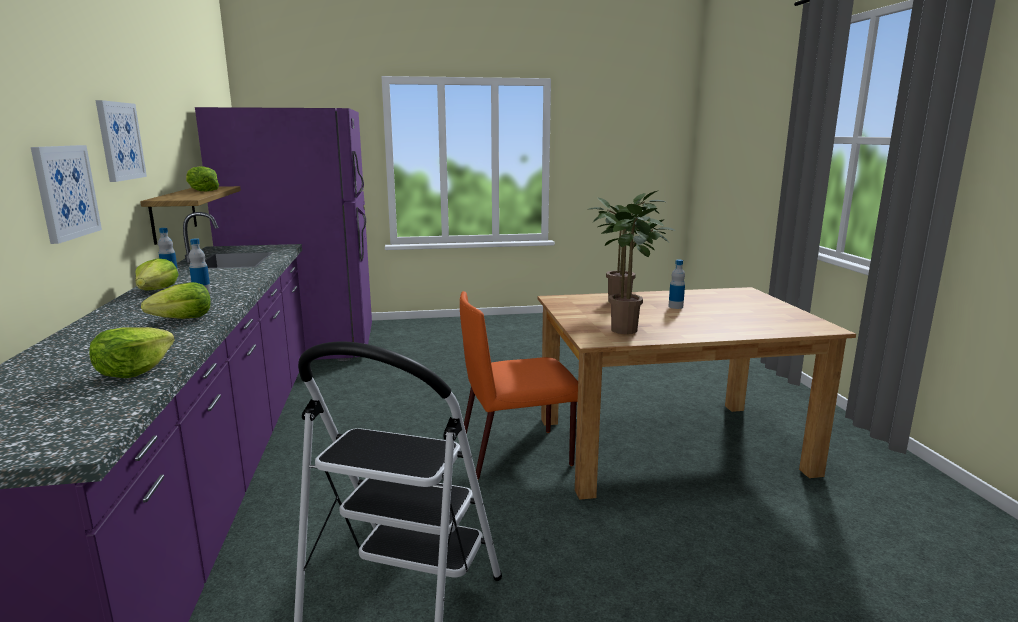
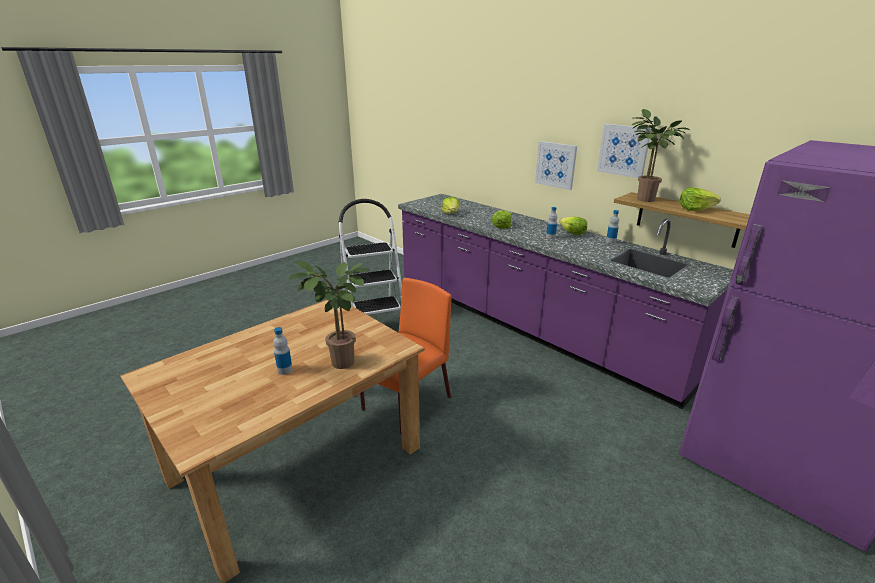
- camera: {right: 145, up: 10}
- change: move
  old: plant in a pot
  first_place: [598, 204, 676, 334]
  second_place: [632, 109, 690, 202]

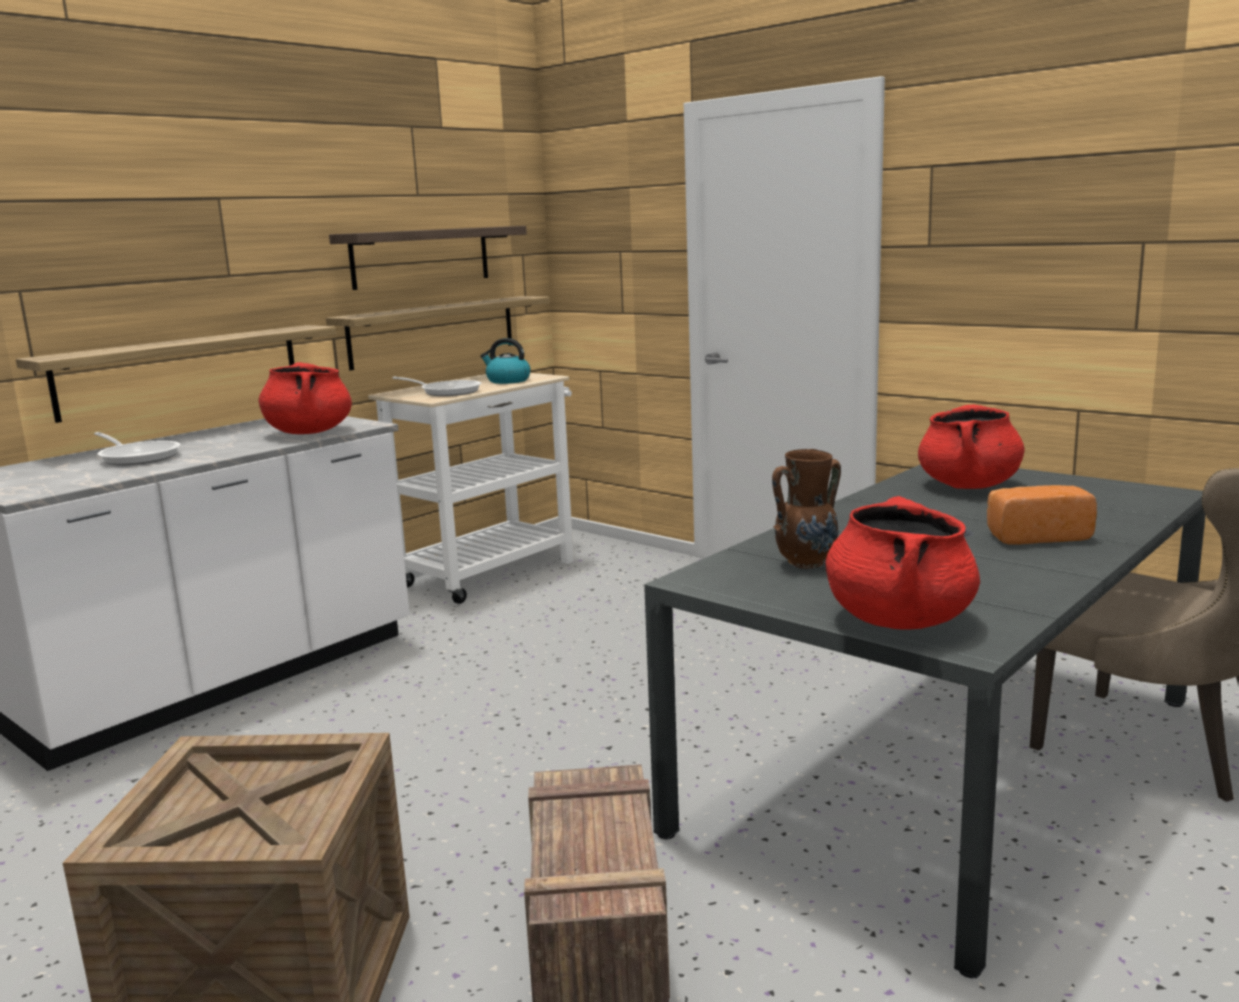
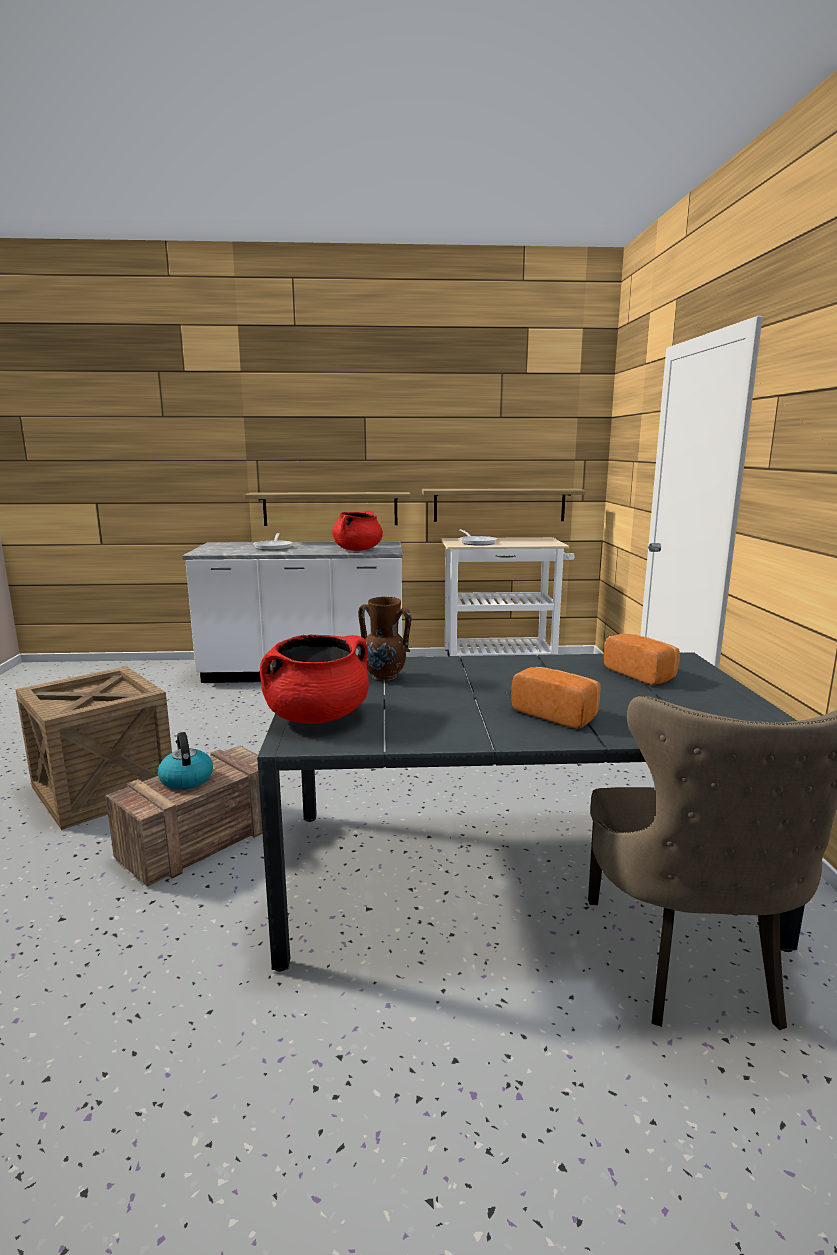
- camera: {right: 45, up: 0}
- change: delete
  old: wall shelf
  first_place: [329, 226, 527, 290]
- change: move
  old: water kettle
  first_place: [480, 338, 531, 384]
  second_place: [158, 732, 213, 790]
- change: replace
  old: reddish cooking pot
  new: baked bread
  first_place: [918, 405, 1025, 489]
  second_place: [604, 633, 680, 685]

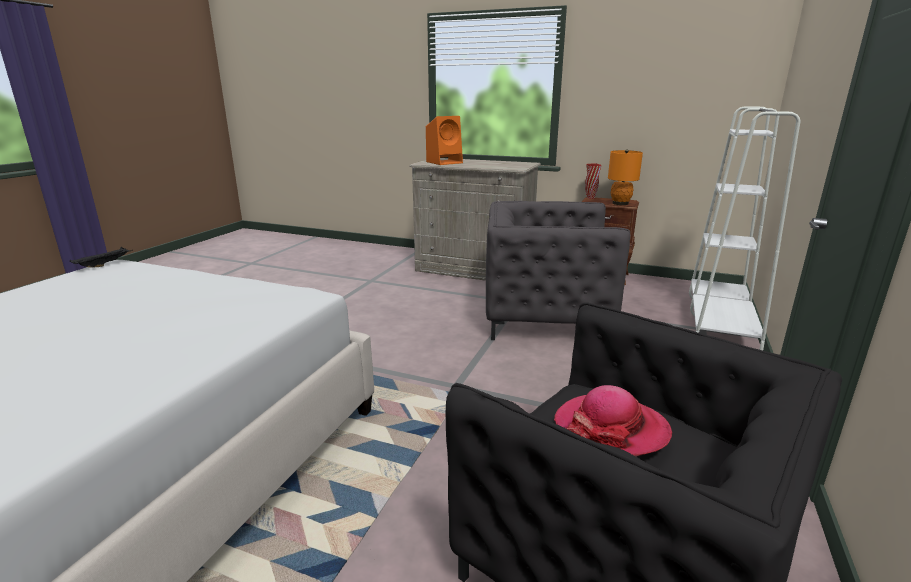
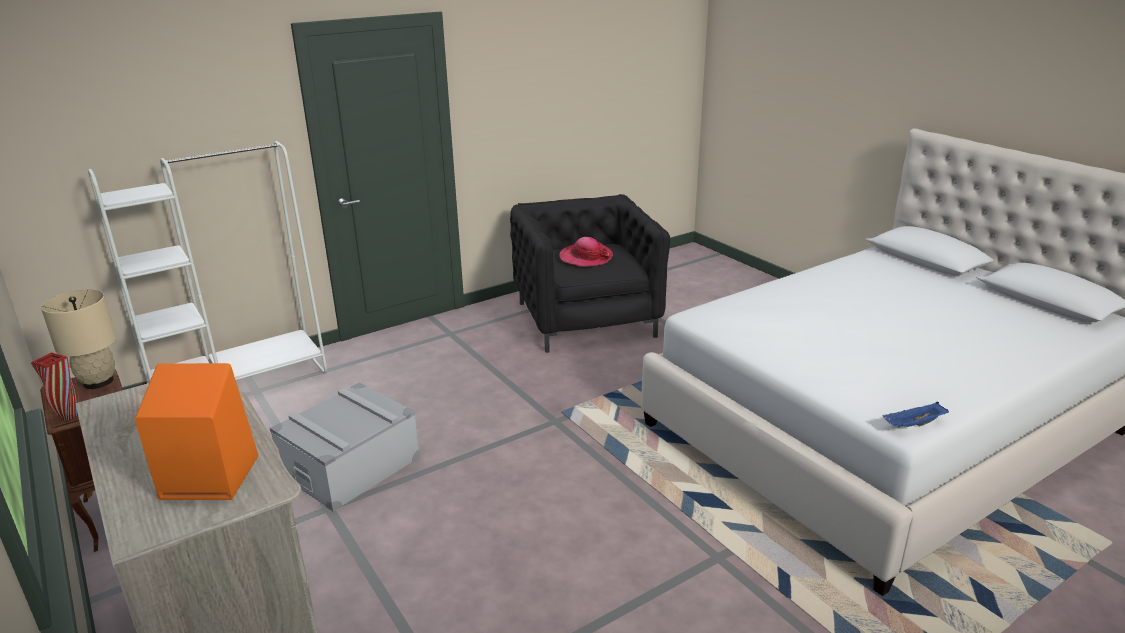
- camera: {right: -145, up: 5}
- change: recolor
  old: orangey tabletop lamp
  new: beige-coloured tabletop lamp
  first_place: [608, 149, 643, 205]
  second_place: [41, 289, 116, 389]
- change: replace
  old: greyish easy chair
  new: greyish storage container
  first_place: [486, 201, 630, 340]
  second_place: [270, 382, 420, 512]
- change: recolor
  old: black serving tray
  new: blue serving tray
  first_place: [70, 247, 133, 268]
  second_place: [883, 402, 949, 427]

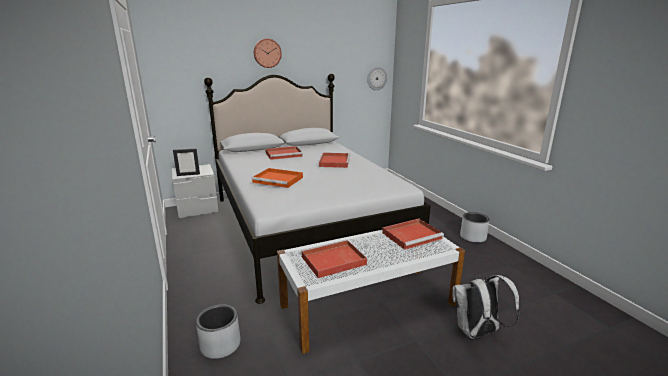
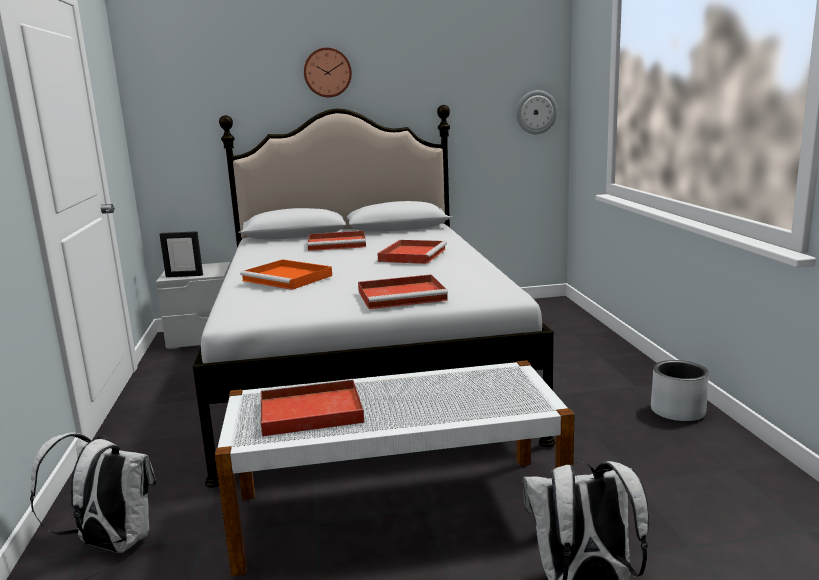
- camera: {right: 15, up: -5}
- change: move
  old: reddish serving tray
  first_place: [382, 218, 444, 250]
  second_place: [358, 274, 448, 309]
- change: replace
  old: greyish flower pot
  new: white-coloured backpack
  first_place: [196, 304, 240, 359]
  second_place: [30, 432, 156, 553]

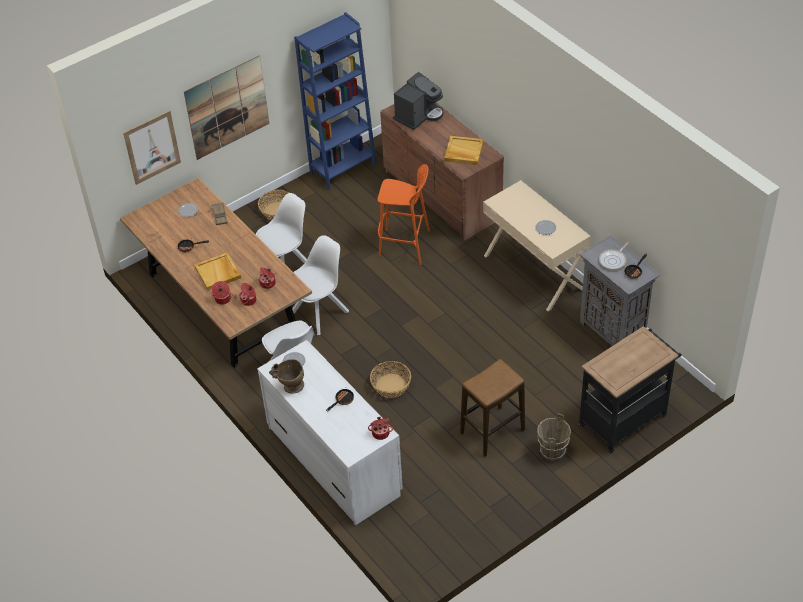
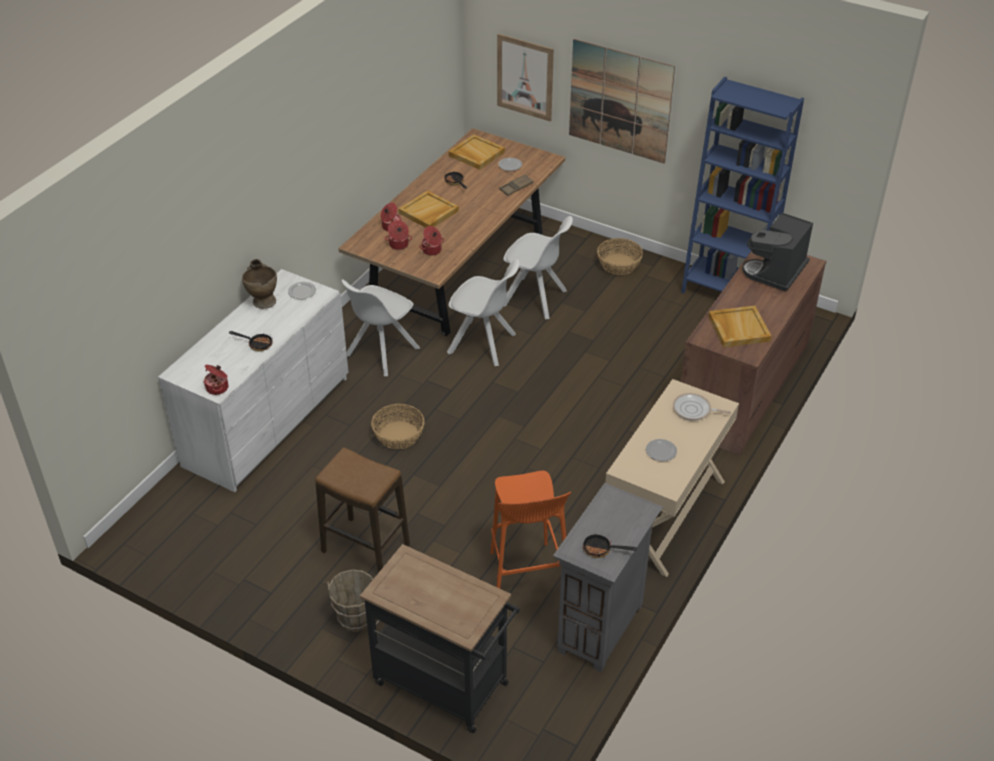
- camera: {right: 65, up: -5}
- change: rotate
  old: coffee brewer
  first_place: [393, 72, 443, 130]
  second_place: [742, 212, 813, 292]
  degrees: 105
- change: move
  old: orangey sitting stool
  first_place: [377, 164, 430, 265]
  second_place: [490, 471, 571, 589]
- change: move
  old: skillet
  first_place: [599, 242, 629, 270]
  second_place: [673, 393, 731, 421]
- change: insert
  new: beige-coloured serving tray
  second_place: [448, 134, 505, 170]

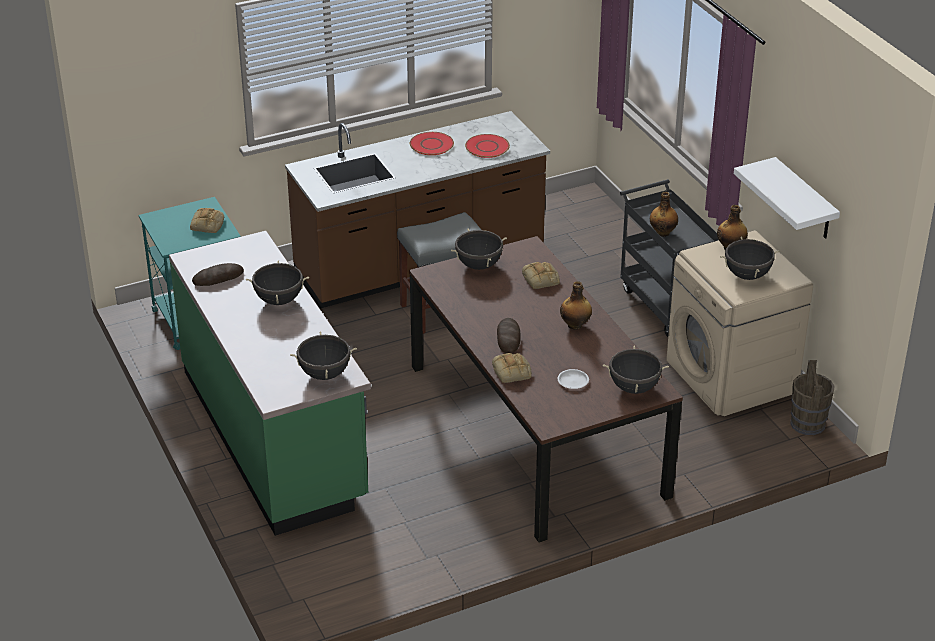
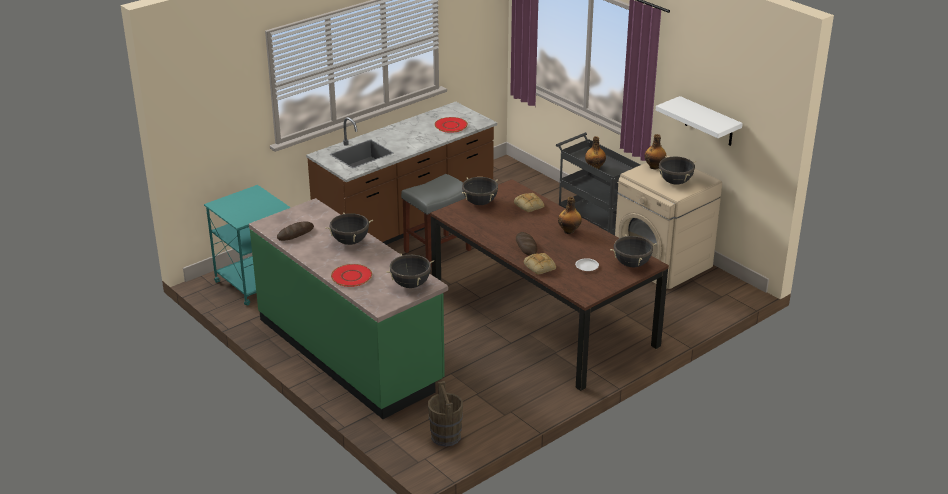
- camera: {right: -15, up: -5}
- change: move
  old: reddish dinner plate
  first_place: [410, 132, 454, 155]
  second_place: [331, 264, 372, 287]
- change: delete
  old: baked bread
  first_place: [190, 208, 224, 233]
- change: move
  old: brownish pail
  first_place: [790, 360, 835, 435]
  second_place: [428, 381, 463, 447]

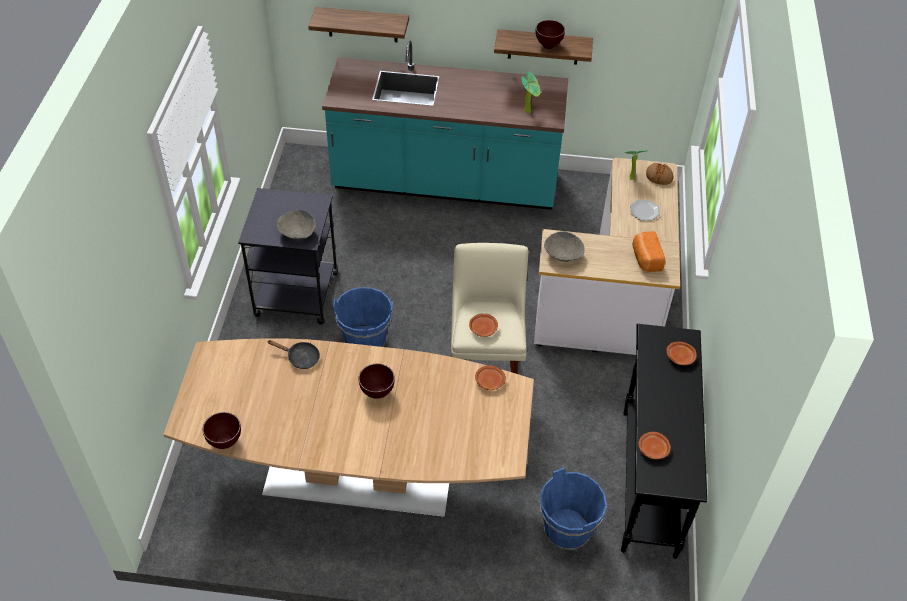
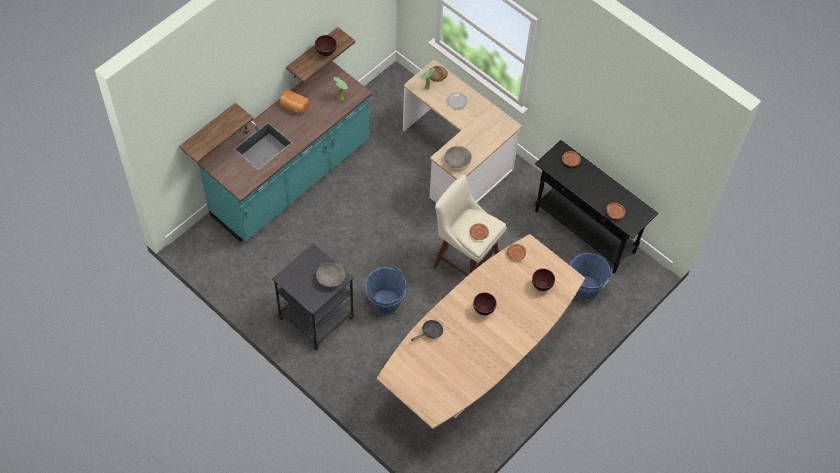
- camera: {right: -55, up: 10}
- change: move
  old: baked bread
  first_place: [632, 231, 665, 272]
  second_place: [280, 89, 310, 114]
- change: move
  old: brownish bowl
  first_place: [203, 412, 241, 449]
  second_place: [532, 268, 555, 291]

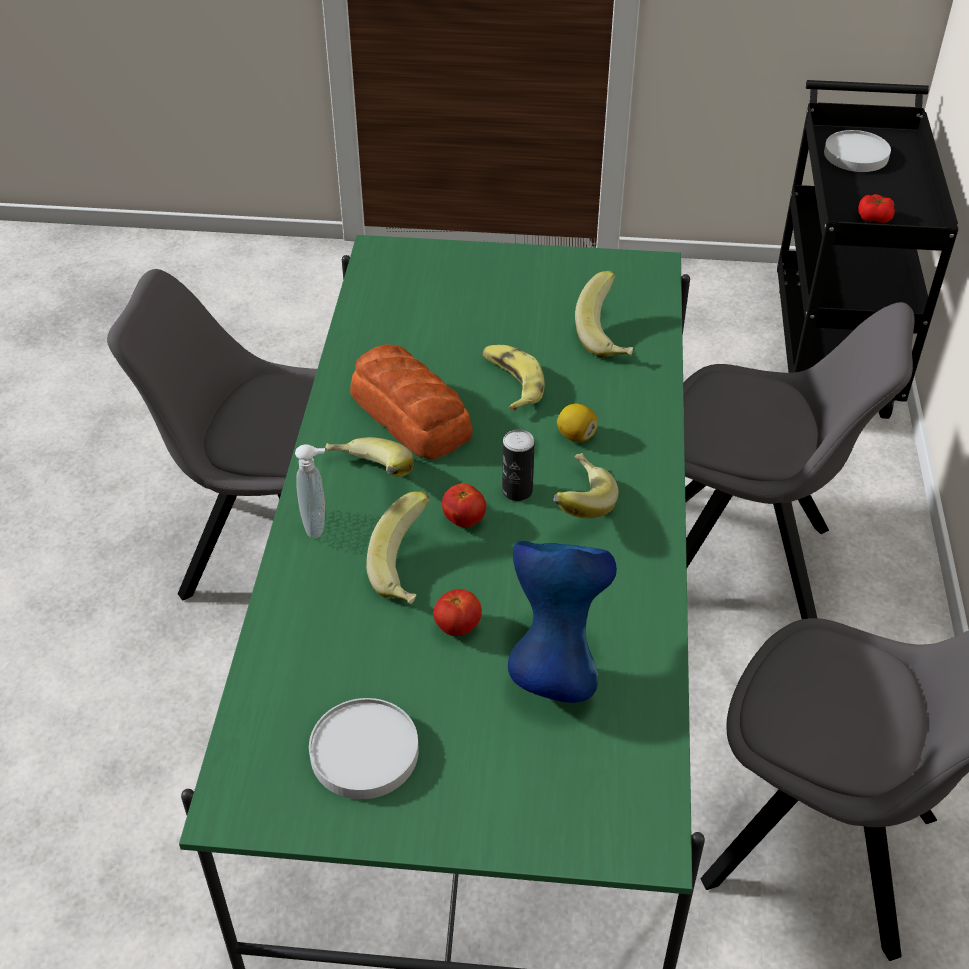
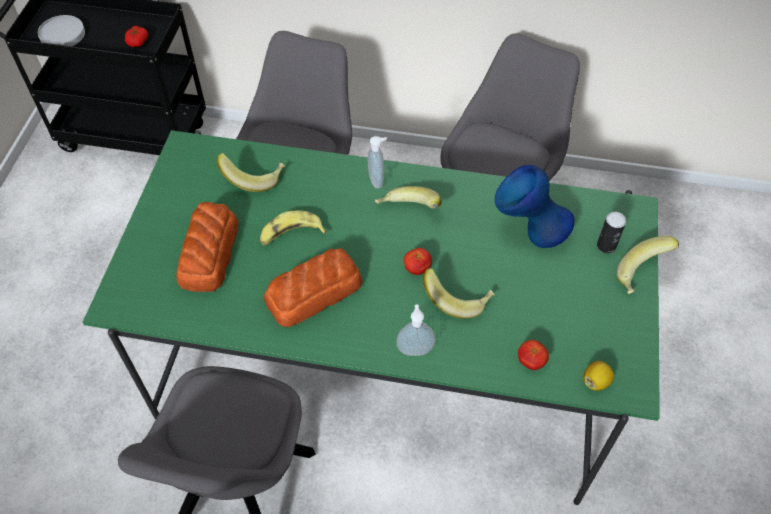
- camera: {right: -85, up: 10}
- change: move
  old: citrus fruit
  first_place: [557, 404, 598, 442]
  second_place: [584, 361, 614, 391]
- change: move
  old: sealed can
  first_place: [502, 429, 535, 501]
  second_place: [597, 212, 626, 253]
- change: move
  old: banana fruit
  first_place: [325, 437, 414, 477]
  second_place: [617, 236, 679, 294]
- change: move
  old: whole tomato
  first_place: [433, 589, 482, 636]
  second_place: [518, 340, 549, 370]
- change: delete
  old: white-coloured dinner plate
  first_place: [309, 698, 419, 799]
- change: insert
  new: soap bottle
  second_place: [368, 136, 387, 189]
- change: insert
  new: baked bread
  second_place: [176, 202, 238, 292]

